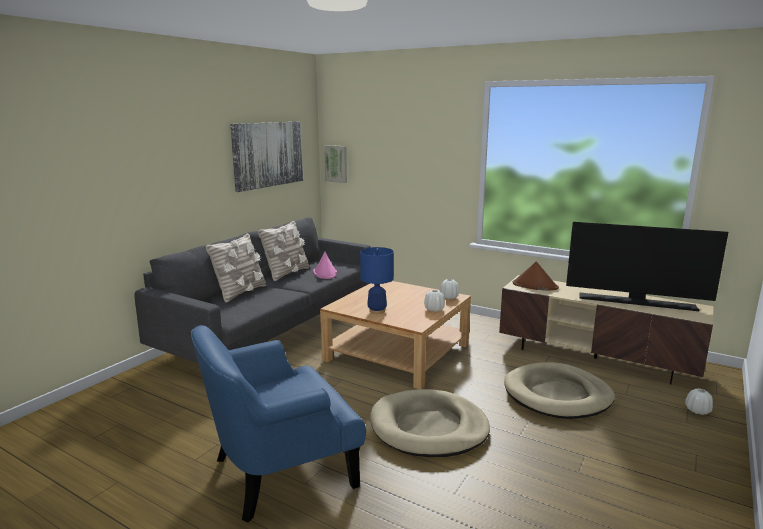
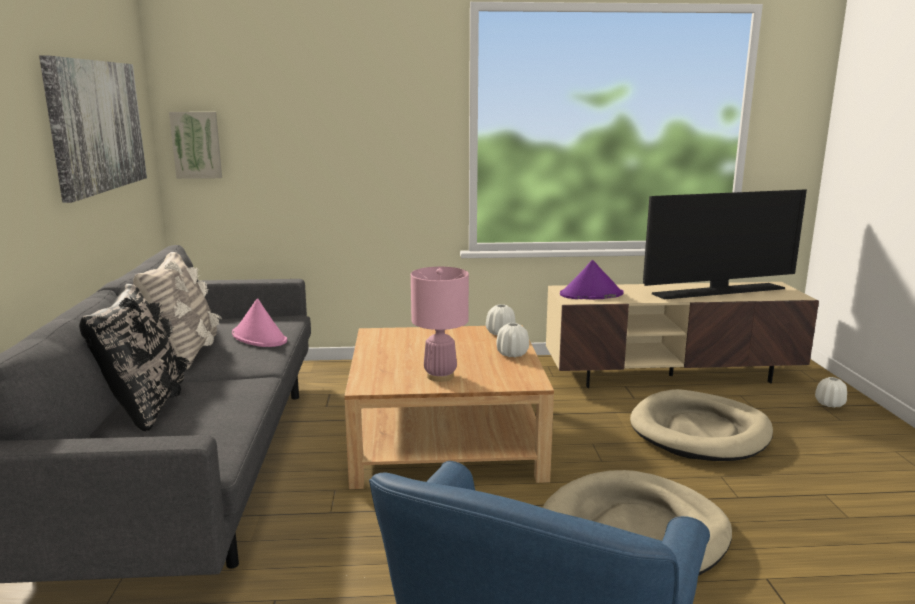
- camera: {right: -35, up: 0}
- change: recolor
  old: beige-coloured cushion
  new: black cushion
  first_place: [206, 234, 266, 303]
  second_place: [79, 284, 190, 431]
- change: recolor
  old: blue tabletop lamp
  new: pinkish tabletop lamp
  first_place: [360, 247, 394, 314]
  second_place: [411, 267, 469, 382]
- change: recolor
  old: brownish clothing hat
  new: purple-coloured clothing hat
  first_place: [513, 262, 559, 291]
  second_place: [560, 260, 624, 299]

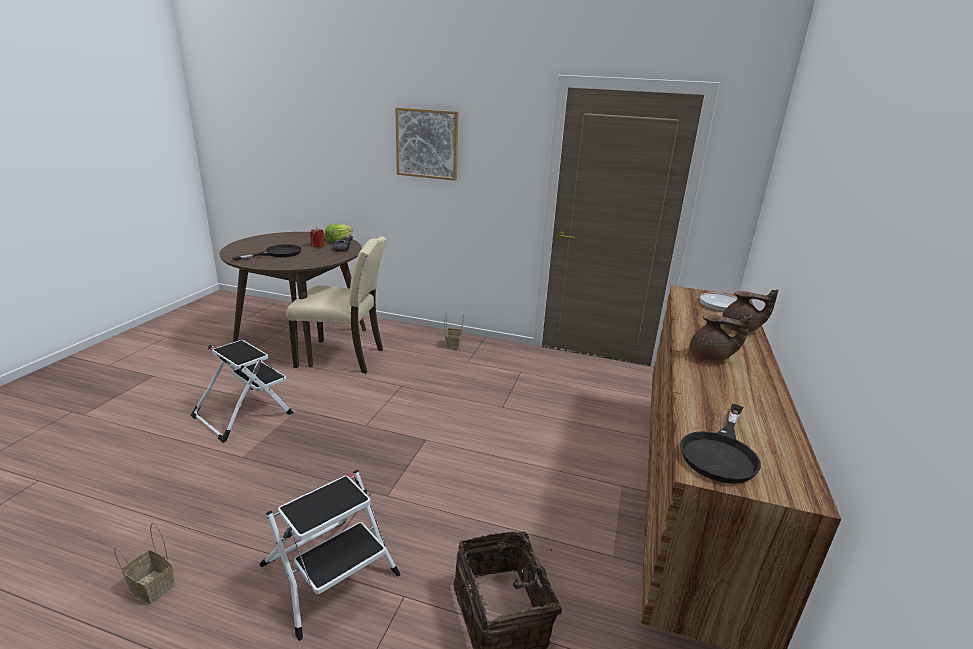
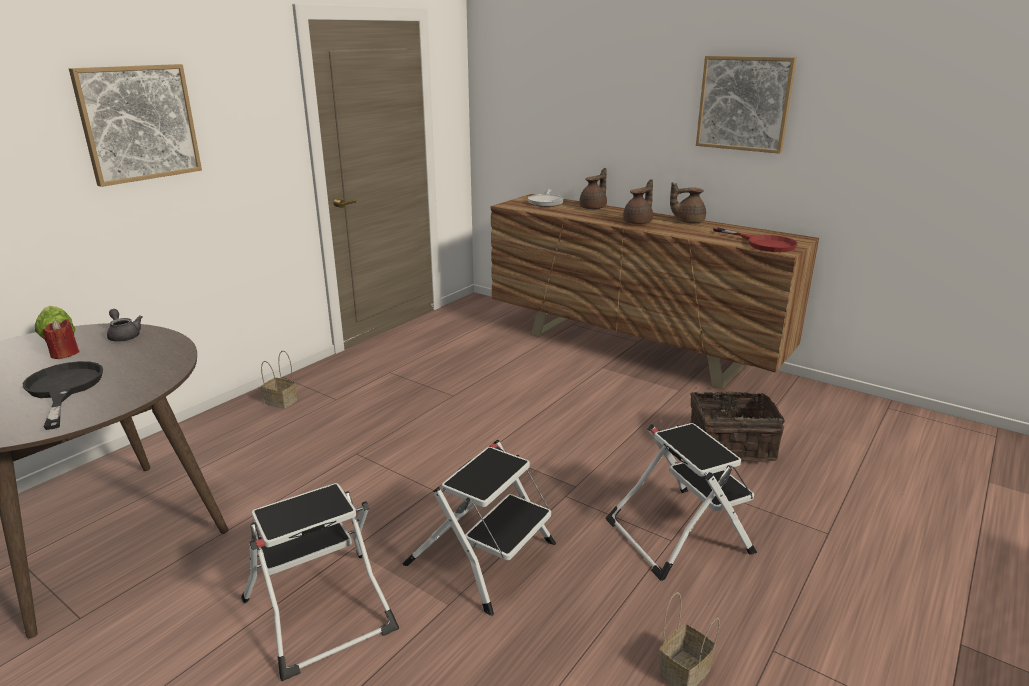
- camera: {right: -70, up: 0}
- change: delete
  old: beige-coloured chair
  first_place: [286, 236, 387, 373]
- change: recolor
  old: black skillet
  new: reddish skillet
  first_place: [680, 404, 761, 484]
  second_place: [713, 227, 798, 252]
- change: insert
  new: wall art
  second_place: [696, 56, 796, 154]
- change: insert
  new: brownish pot for tea
  second_place: [670, 182, 706, 223]
- change: insert
  new: step ladder
  second_place: [403, 440, 556, 616]

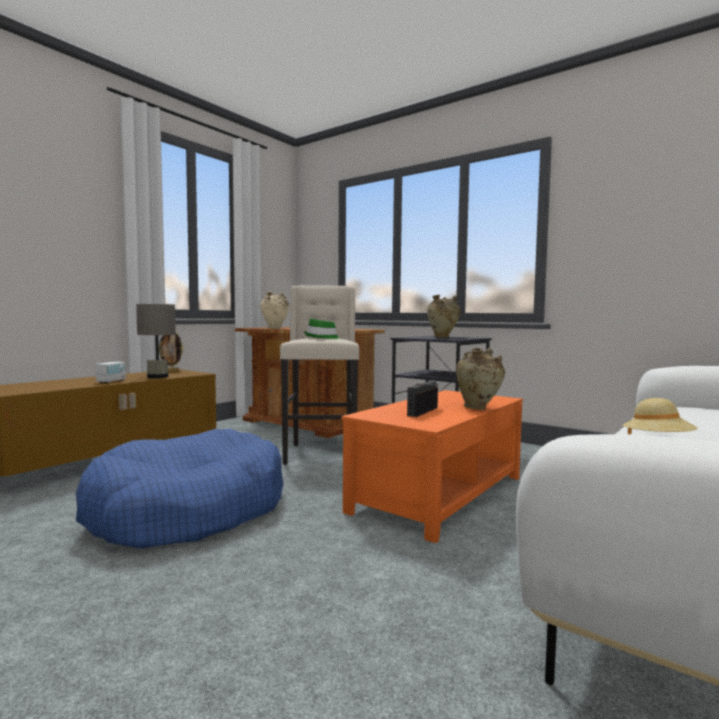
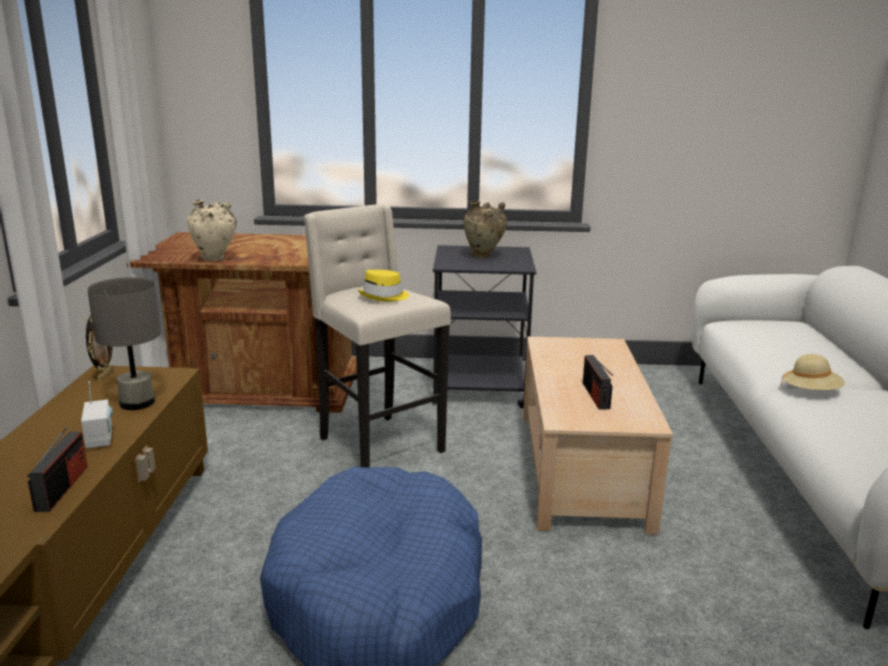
- camera: {right: -35, up: 15}
- change: recolor
  old: greenish clothing hat
  new: yellowish clothing hat
  first_place: [304, 318, 341, 339]
  second_place: [358, 270, 409, 302]
- change: delete
  old: beige-coloured flower vase
  first_place: [456, 348, 505, 410]
- change: recolor
  old: orangey low table
  new: beige-coloured low table
  first_place: [341, 390, 523, 543]
  second_place: [523, 336, 673, 535]
- change: insert
  new: radio
  second_place: [27, 426, 87, 512]

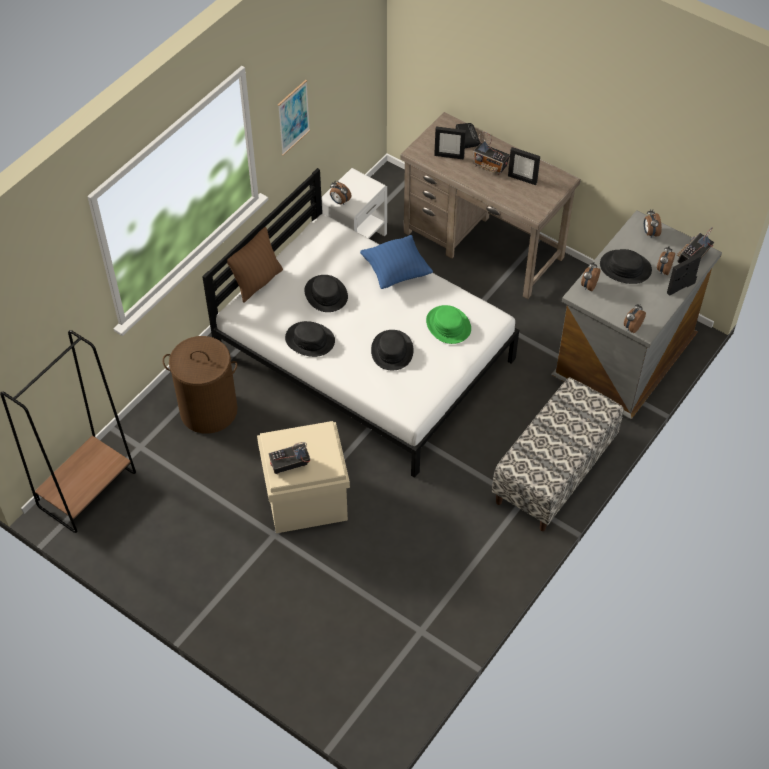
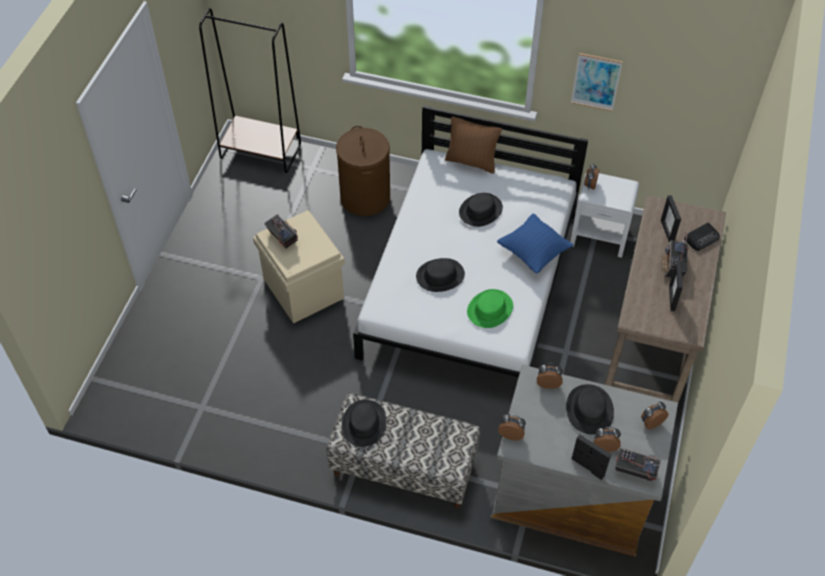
- camera: {right: 70, up: 0}
- change: move
  old: black clothing hat
  first_place: [285, 321, 335, 357]
  second_place: [342, 400, 386, 447]

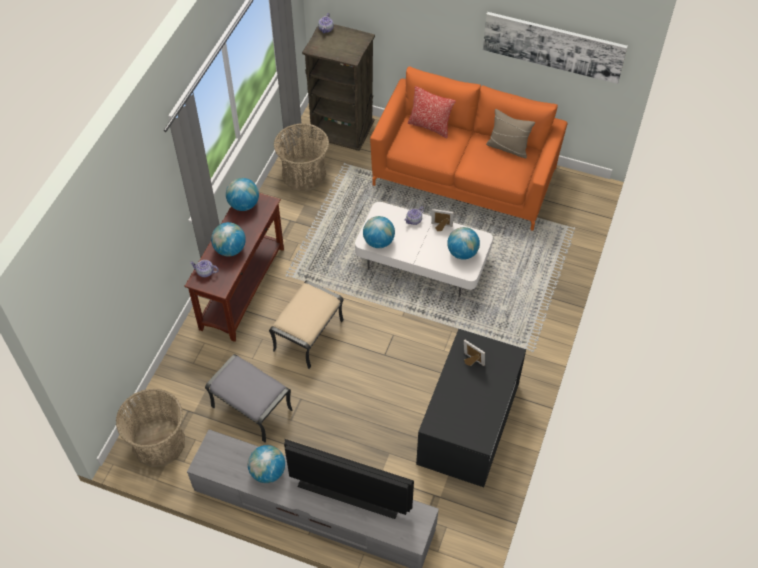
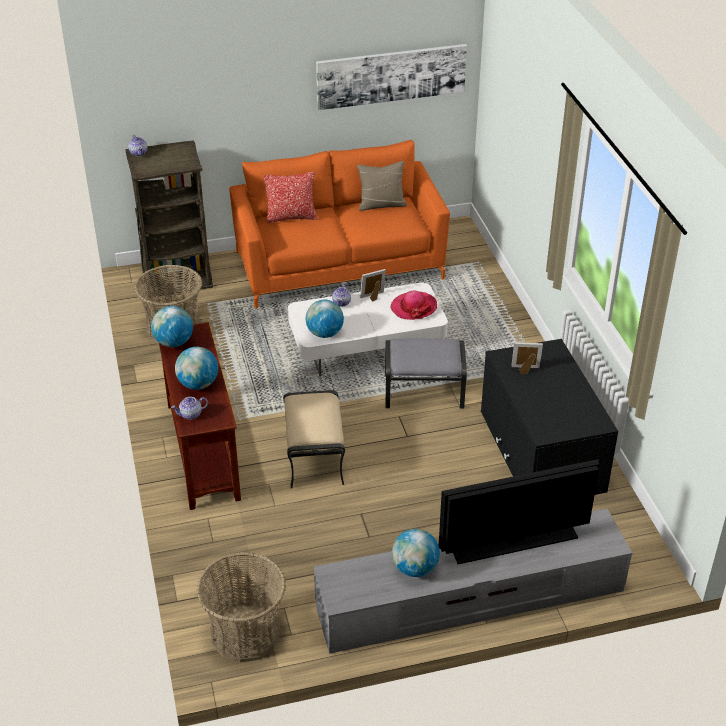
- camera: {right: -35, up: -15}
- change: replace
  old: globe
  new: clothing hat
  first_place: [447, 227, 480, 260]
  second_place: [390, 291, 437, 320]
- change: move
  old: greyish pouffe
  first_place: [205, 354, 293, 442]
  second_place: [385, 338, 467, 409]

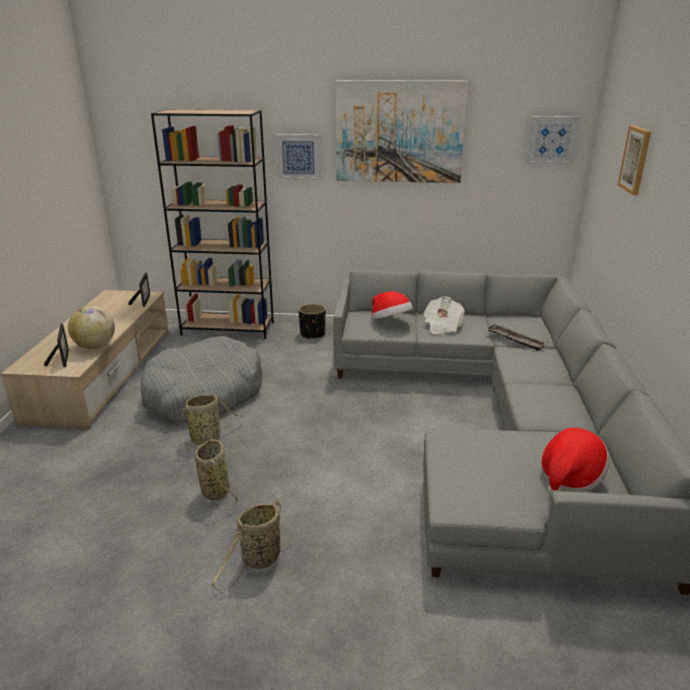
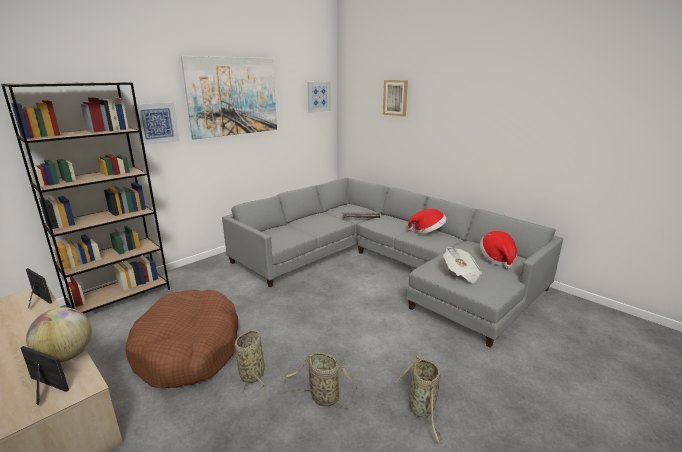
- camera: {right: -50, up: -5}
- change: move
  old: clothing hat
  first_place: [372, 291, 413, 320]
  second_place: [408, 209, 447, 234]
- change: move
  old: daily paper
  first_place: [423, 296, 465, 334]
  second_place: [443, 247, 482, 284]
- change: delete
  old: black flower pot
  first_place: [298, 304, 326, 339]
- change: recolor
  old: greyish dog cushion
  new: brownish dog cushion
  first_place: [141, 336, 263, 422]
  second_place: [125, 290, 238, 388]

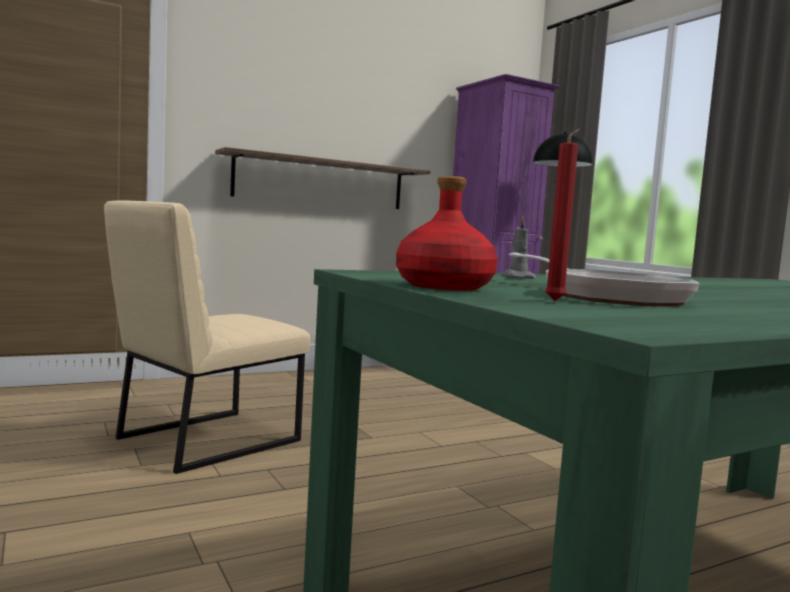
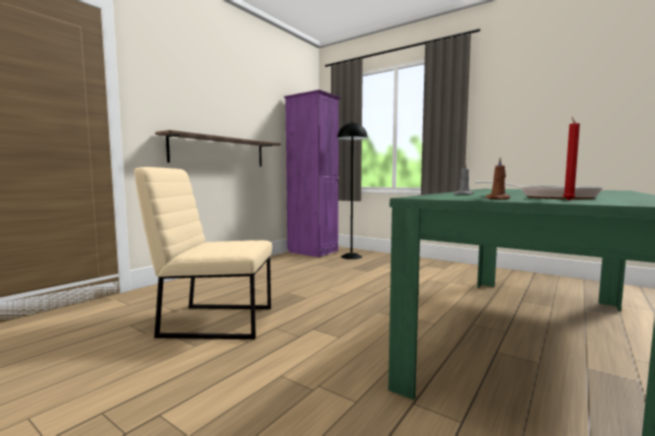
- camera: {right: -25, up: 0}
- change: replace
  old: reddish bottle
  new: brownish wax candle
  first_place: [396, 176, 498, 291]
  second_place: [485, 156, 510, 200]
- change: rotate
  old: beige-coloured chair
  first_place: [104, 200, 310, 474]
  second_place: [134, 167, 272, 339]
  degrees: 75

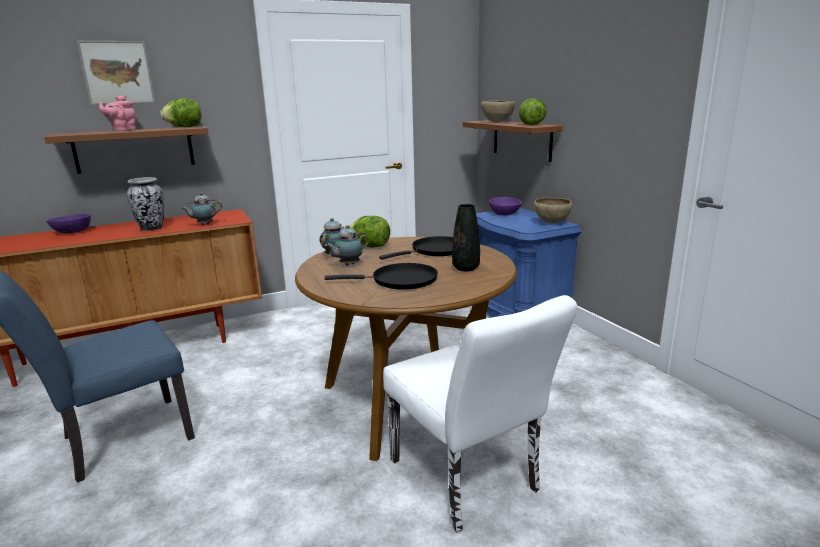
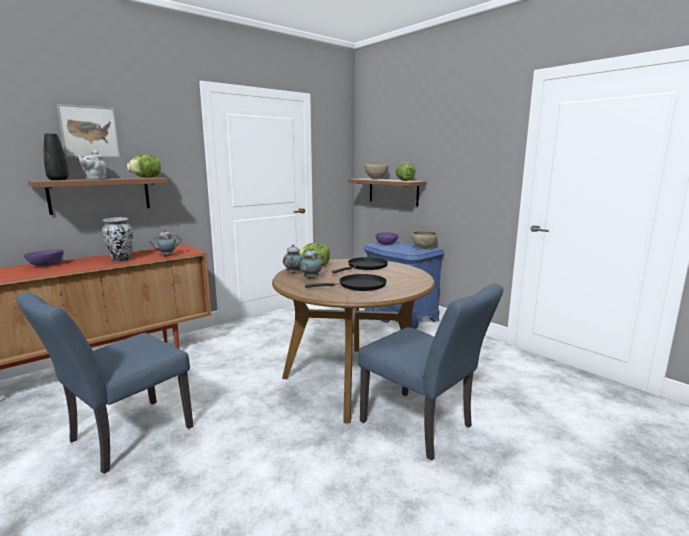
- camera: {right: -15, up: -5}
- change: recolor
  old: pinkish pot for tea
  new: greyish pot for tea
  first_place: [99, 95, 136, 131]
  second_place: [78, 150, 106, 179]
- change: move
  old: black flower vase
  first_place: [452, 204, 480, 271]
  second_place: [44, 134, 69, 180]
- change: recolor
  old: white-coloured chair
  new: blue chair
  first_place: [383, 295, 577, 532]
  second_place: [358, 283, 503, 460]

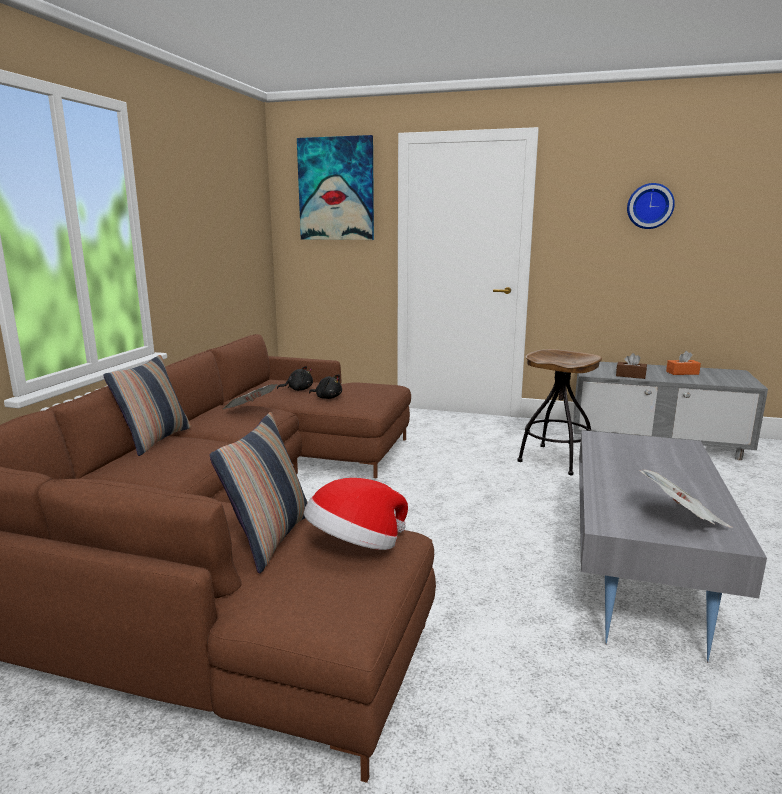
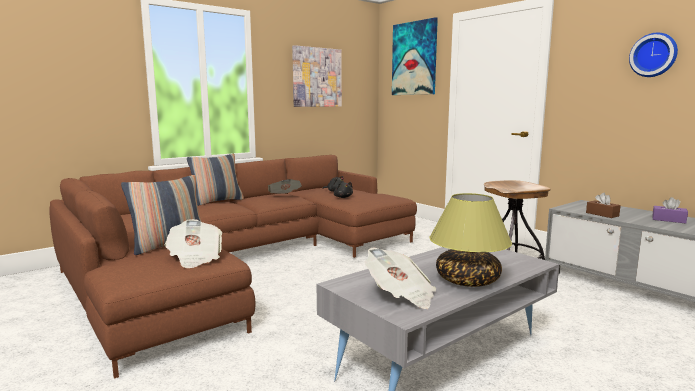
- camera: {right: 35, up: -5}
- change: recolor
  old: orangey tissue box
  new: purple-coloured tissue box
  first_place: [666, 351, 701, 375]
  second_place: [652, 197, 688, 223]
- change: replace
  old: clothing hat
  new: daily paper
  first_place: [304, 478, 408, 550]
  second_place: [165, 219, 222, 268]
- change: insert
  new: wall art
  second_place: [292, 45, 342, 107]
- change: insert
  new: tabletop lamp
  second_place: [429, 193, 512, 287]

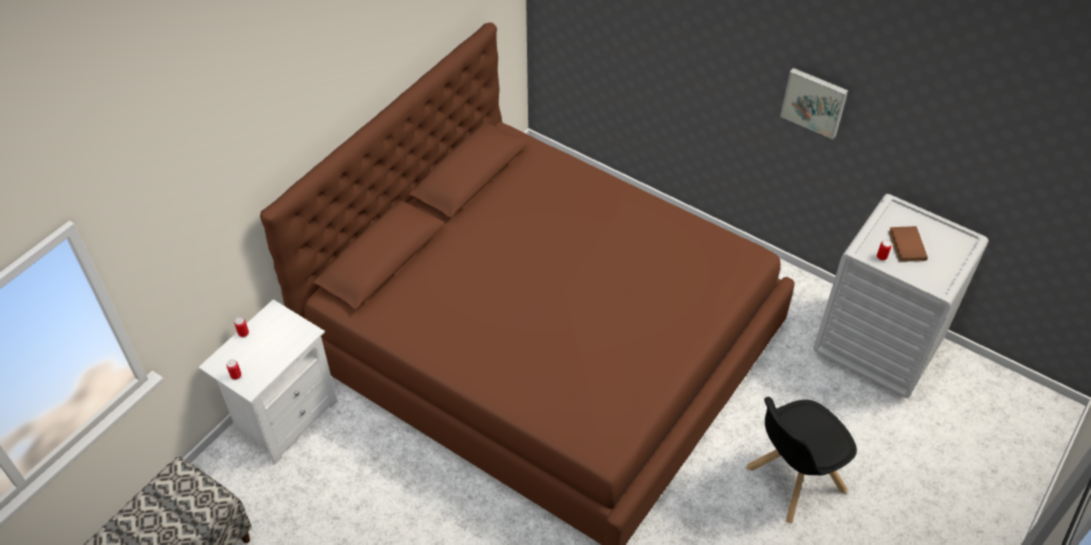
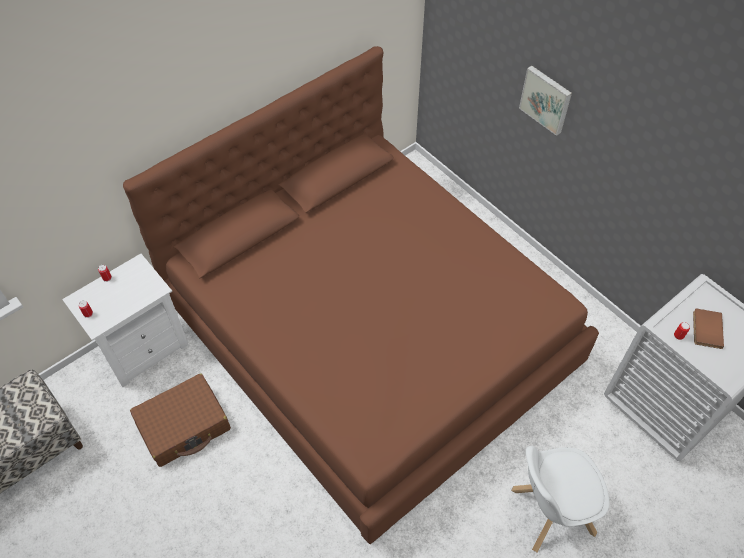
- camera: {right: 15, up: 5}
- change: move
  old: wall art
  first_place: [780, 68, 848, 139]
  second_place: [519, 66, 572, 136]
- change: recolor
  old: black chair
  new: white-coloured chair
  first_place: [746, 397, 857, 523]
  second_place: [511, 446, 610, 552]
- change: insert
  new: brownish suitcase
  second_place: [130, 373, 231, 467]

